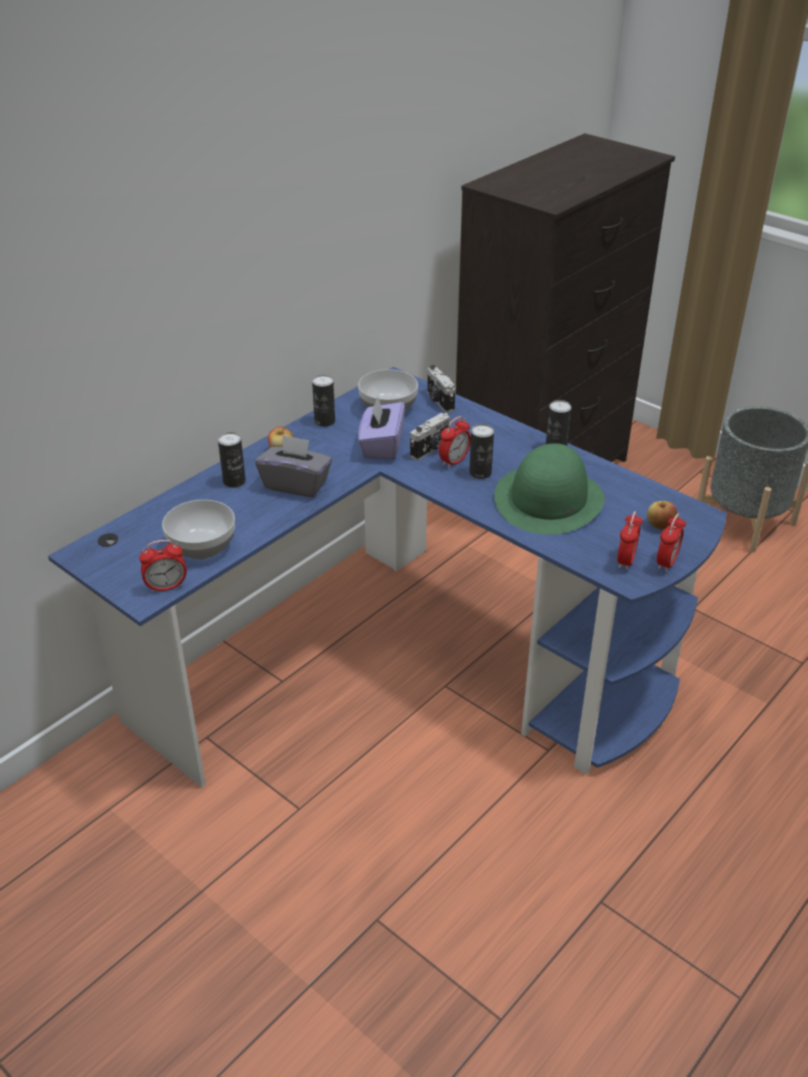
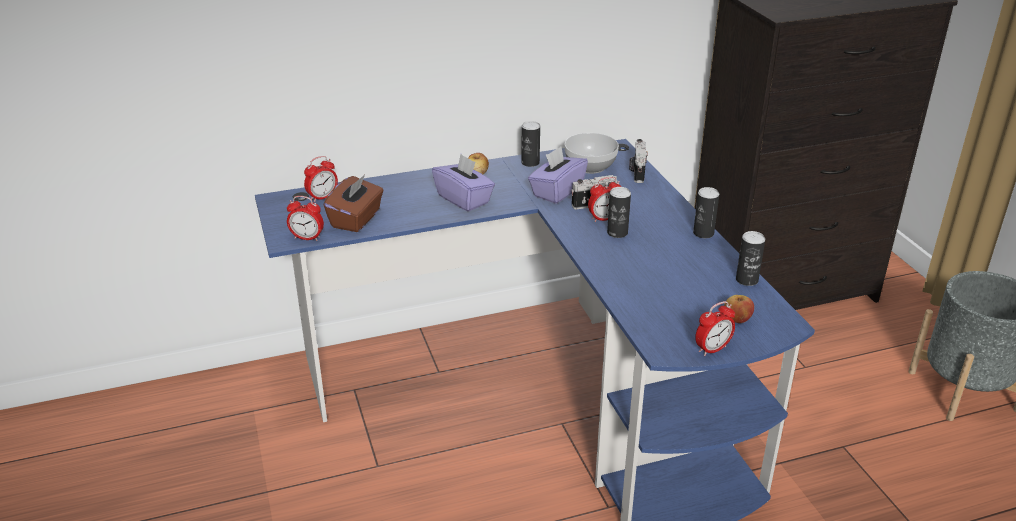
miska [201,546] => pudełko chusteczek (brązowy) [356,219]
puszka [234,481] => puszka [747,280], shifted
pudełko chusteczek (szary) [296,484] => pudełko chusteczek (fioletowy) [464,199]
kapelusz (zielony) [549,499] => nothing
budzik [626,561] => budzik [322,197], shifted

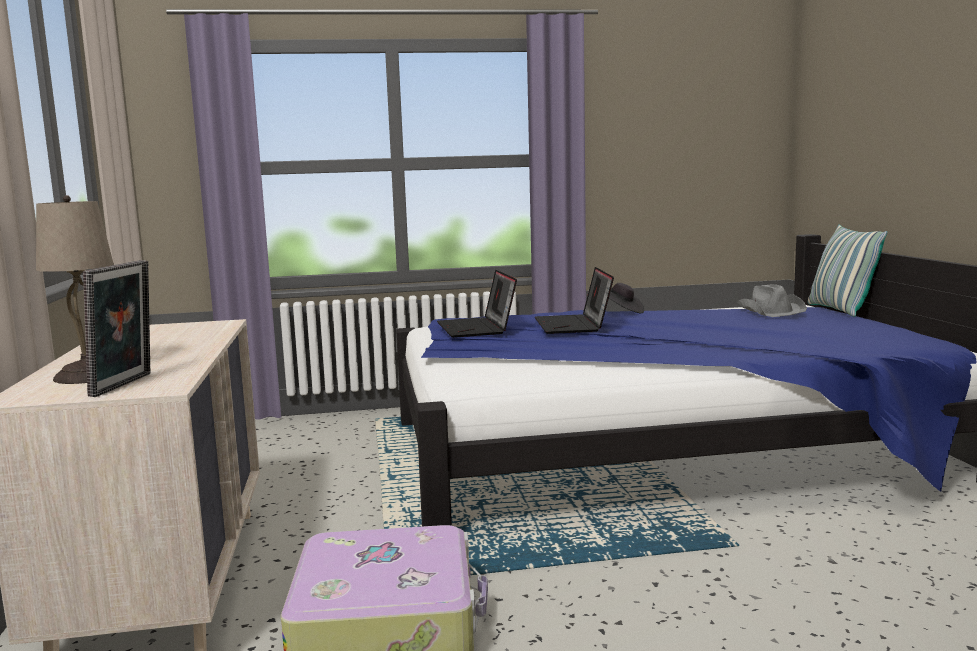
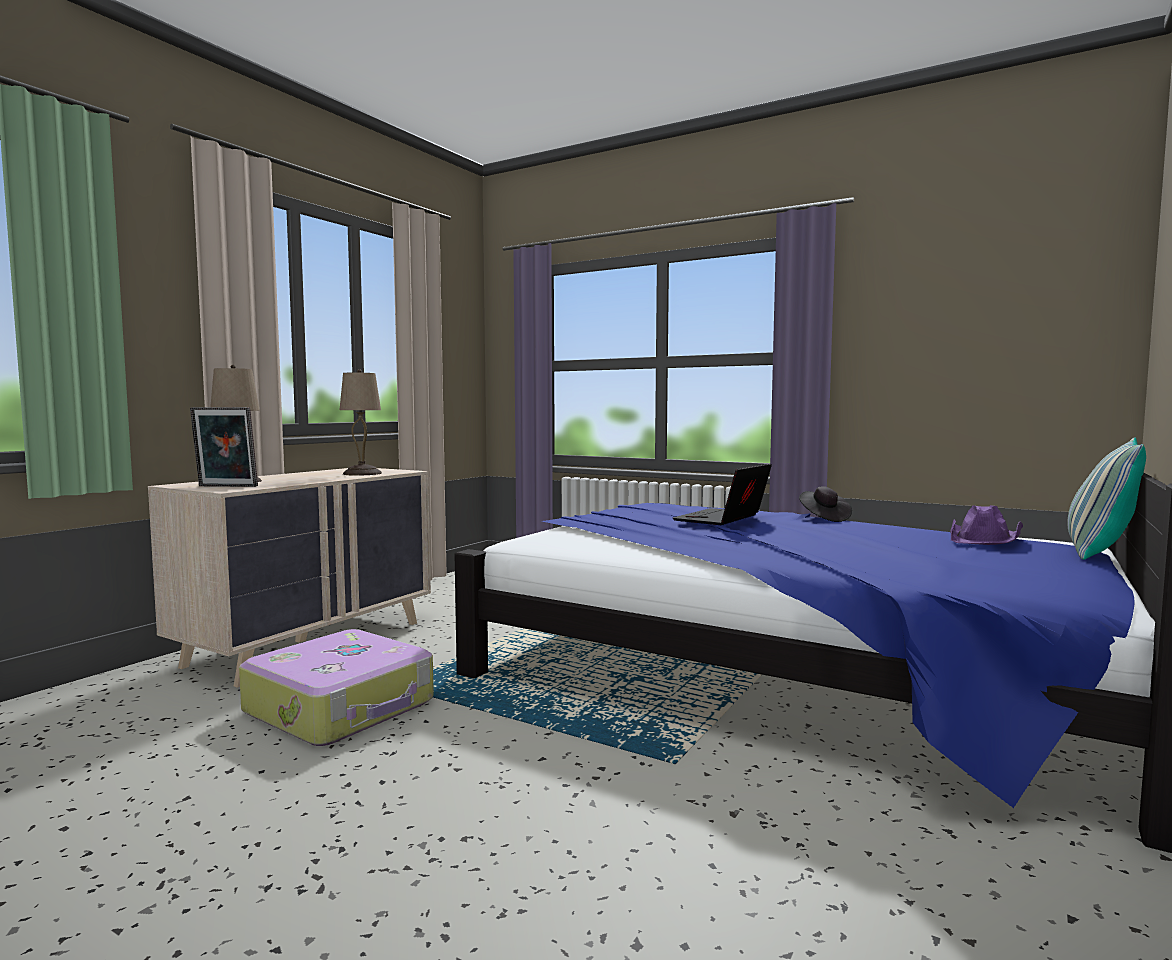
ramka na zdjęcie [126,385] => ramka na zdjęcie [226,486], 45 degrees clockwise
laptop [477,328] => nothing
kapelusz (szary) [771,311] => kapelusz (fioletowy) [985,539]
nothing => lampa stołowa (beżowy) [362,473]

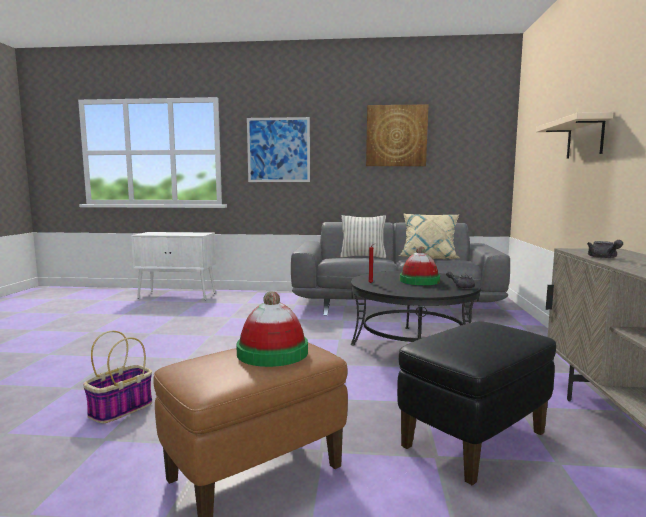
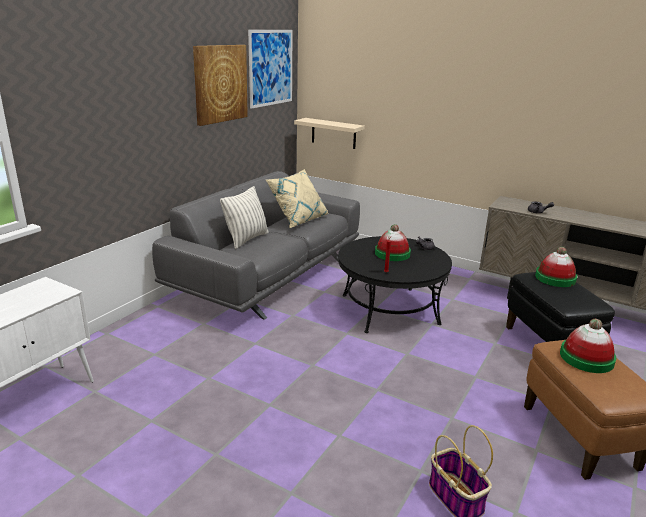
obraz [278,150] => obraz [271,68], shifted
półka (beżowy) [585,138] => półka (beżowy) [333,133], shifted
nothing => kapelusz [555,278]

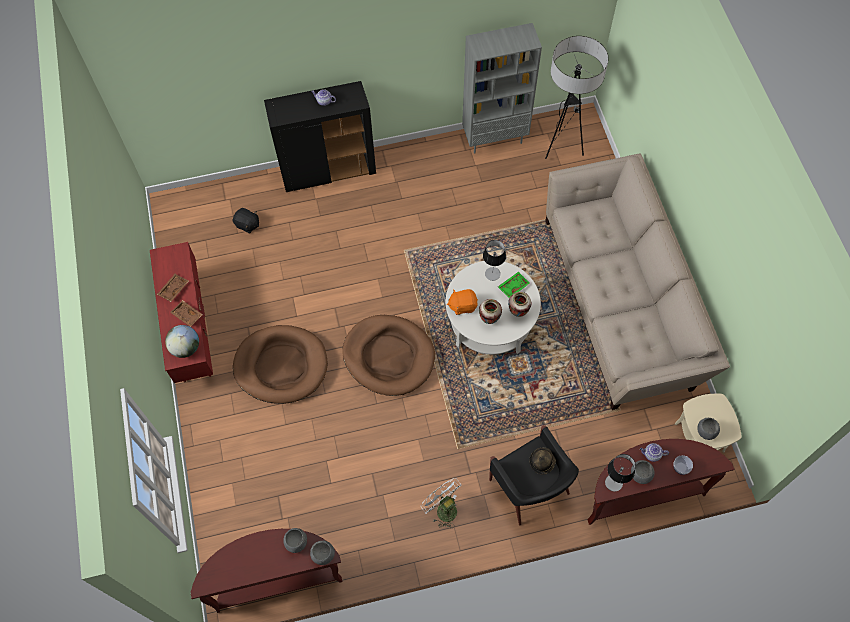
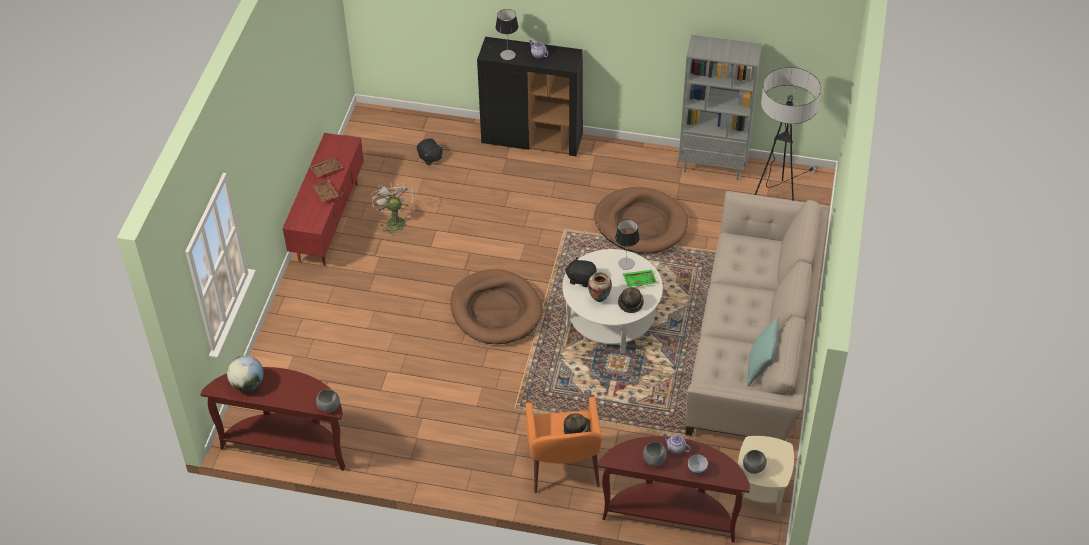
globus [186,348] => globus [248,384], shifted
legowisko (brązowy) [281,366] => legowisko (brązowy) [641,224], shifted
miska (szary) [296,542] => nothing
wentylator (biały) [443,508] => wentylator (biały) [394,221], shifted
pluszak (pomarańczowy) [462,305] => pluszak (czarny) [581,279]
fotel (czarny) [530,488] => fotel (pomarańczowy) [563,467]
wazon [518,312] => kapelusz [630,303]
lampa stołowa [613,482] => lampa stołowa [507,55], shifted
nothing => poduszka (turkusowy) [760,367]

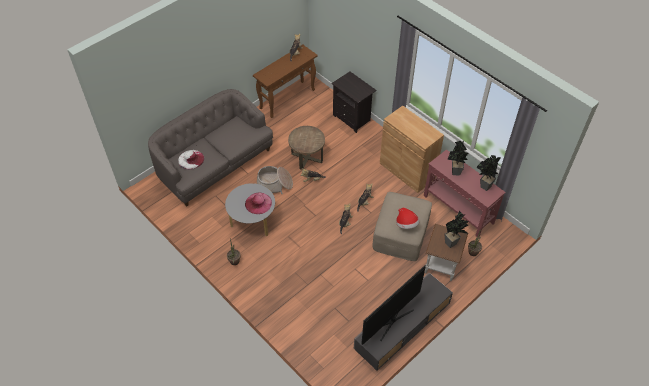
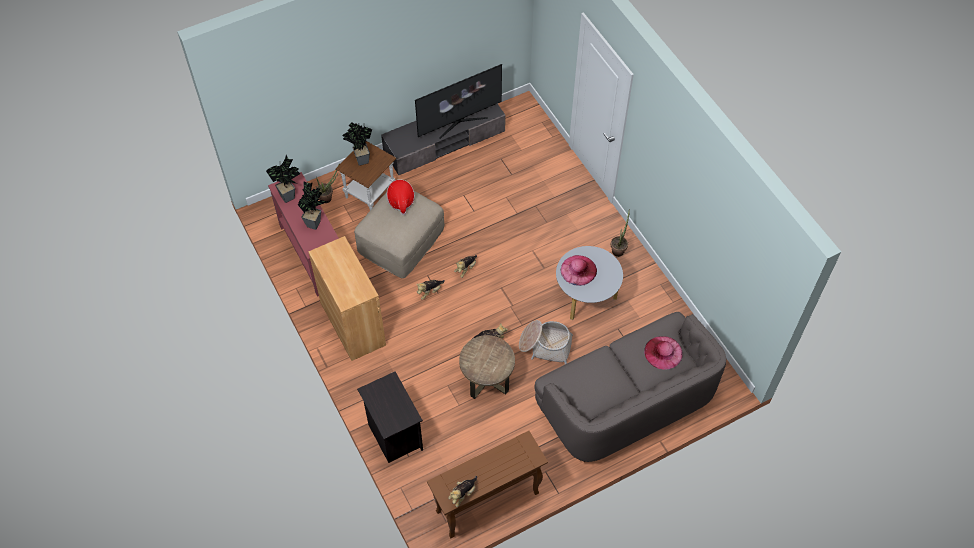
kapelusz (biały) [191,159] => kapelusz (różowy) [663,352]

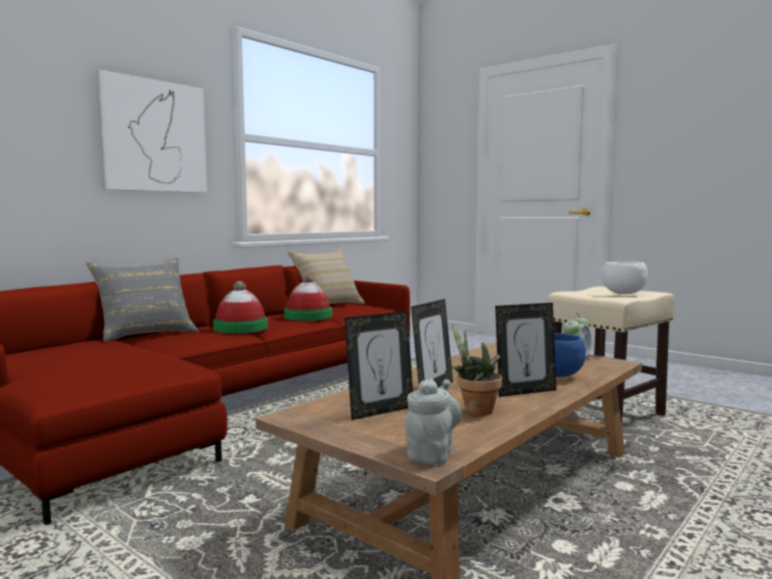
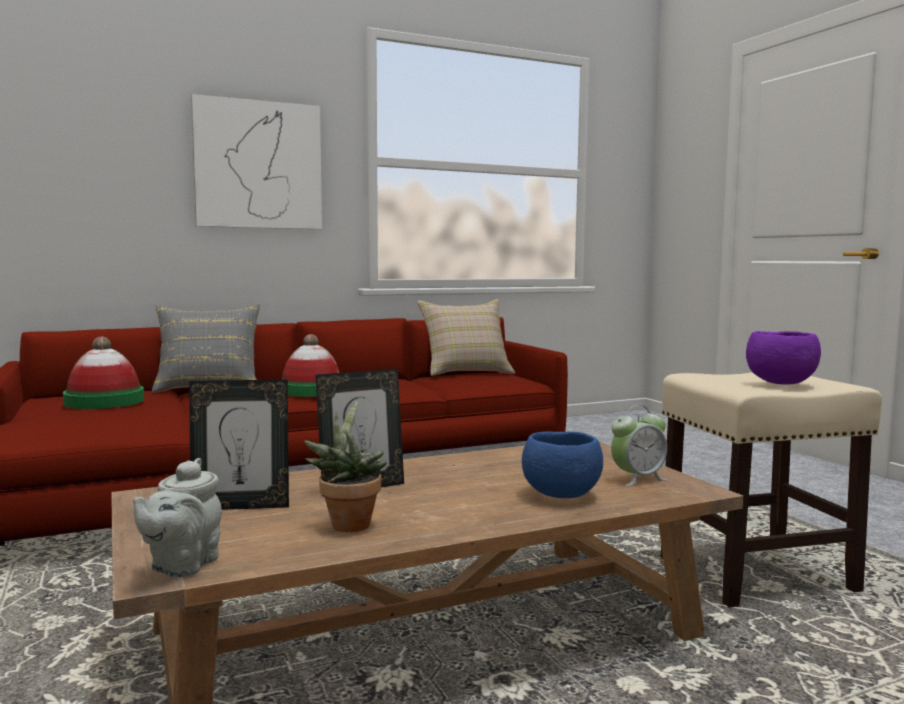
kapelusz [308,316] => kapelusz [104,401], shifted
imbryk (szary) [431,453] => imbryk (szary) [181,566], 150 degrees clockwise
ramka na zdjęcie [525,392] => nothing
miska (biały) [623,294] => miska (fioletowy) [780,383]

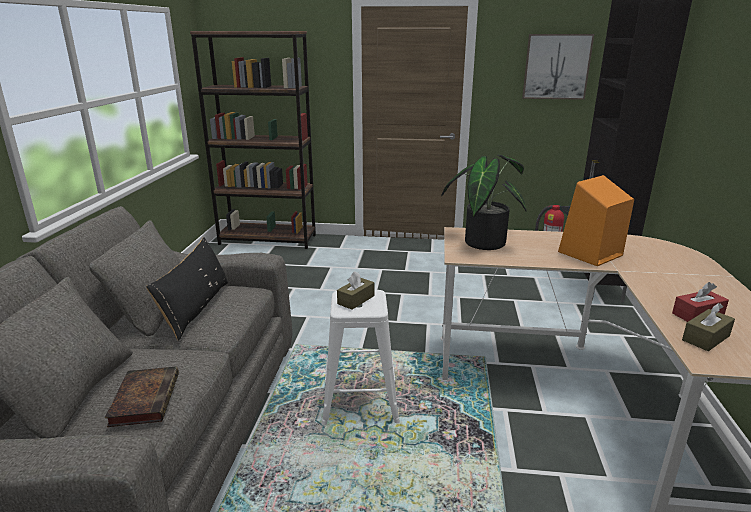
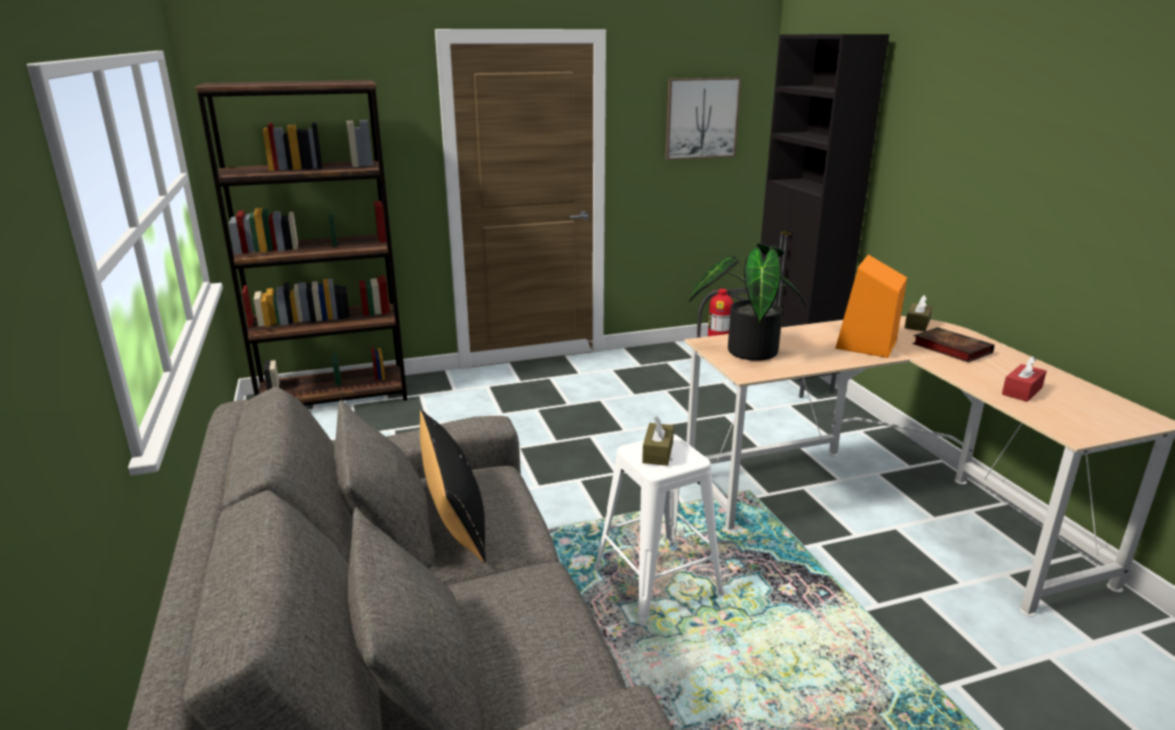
książka [145,398] => książka [949,348], shifted
pudełko chusteczek (brązowy) [705,338] => pudełko chusteczek (brązowy) [917,324], shifted

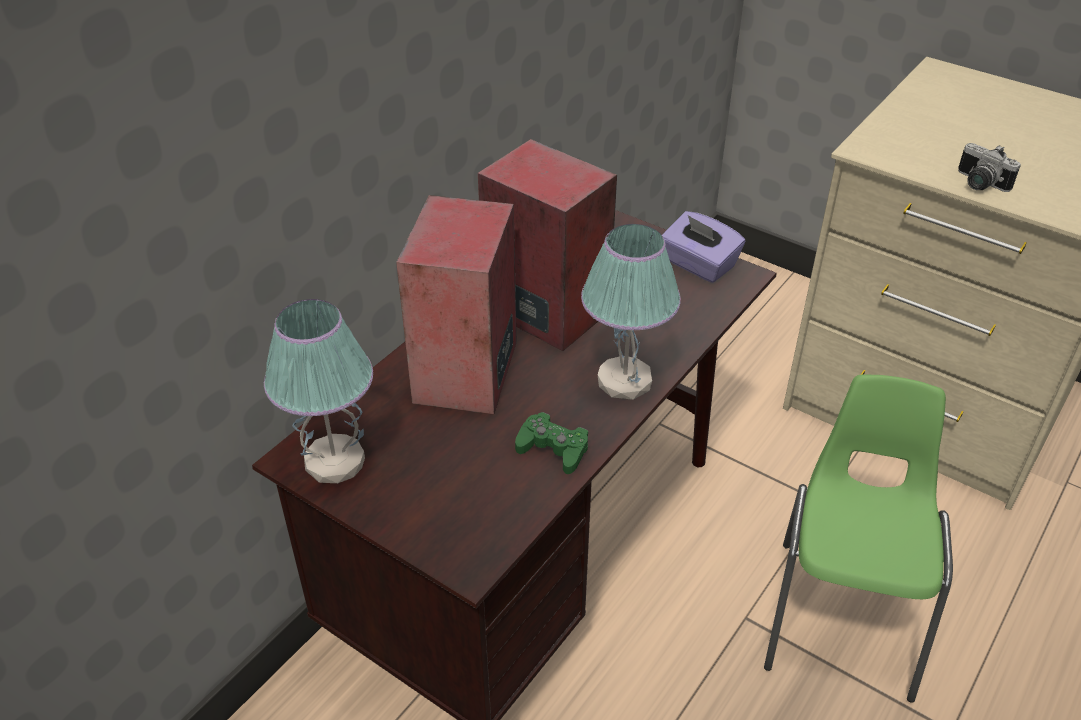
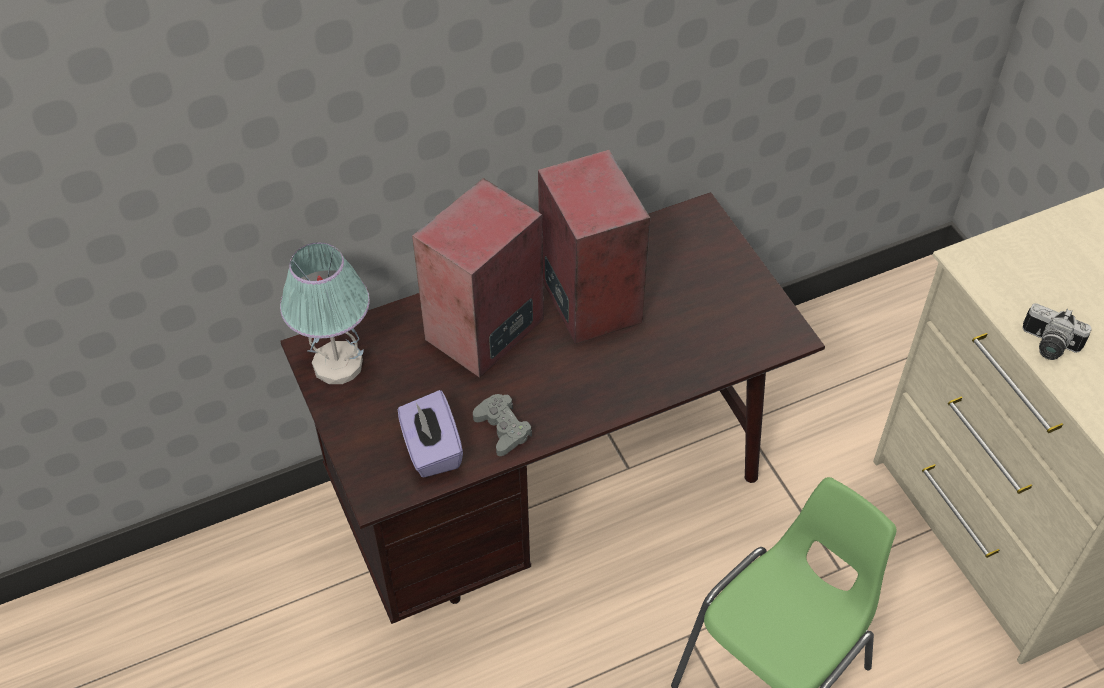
pad do gier (zielony) [553,448] => pad do gier (szary) [502,428]
lampa stołowa [625,381] => nothing
pudełko chusteczek (fioletowy) [698,265] => pudełko chusteczek (fioletowy) [431,449], shifted
aparat fotograficzny [978,184] => aparat fotograficzny [1047,346], 45 degrees counterclockwise

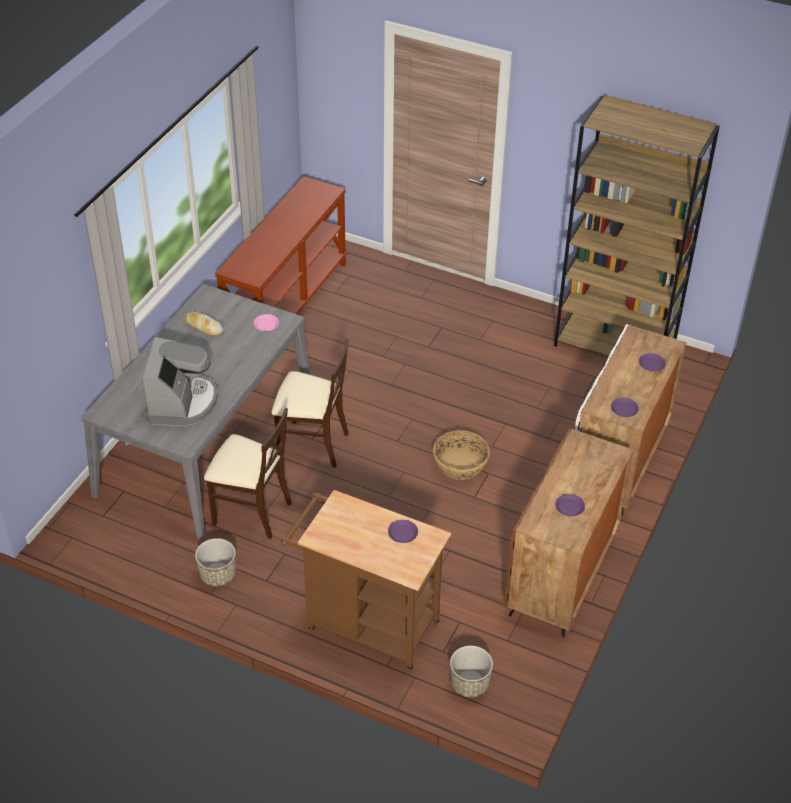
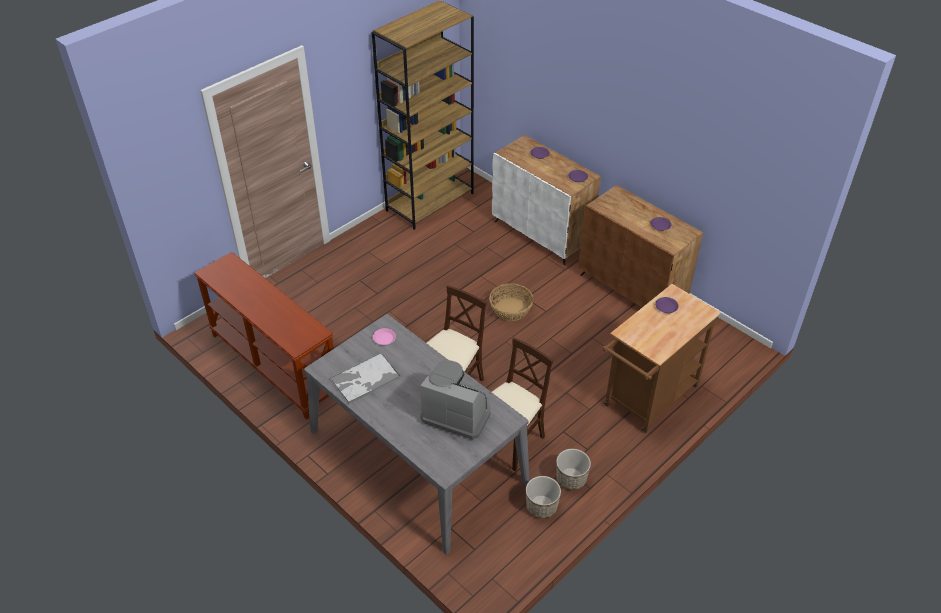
chleb [204,327] => taca [364,379]
donica [469,683] => donica [541,507], shifted

